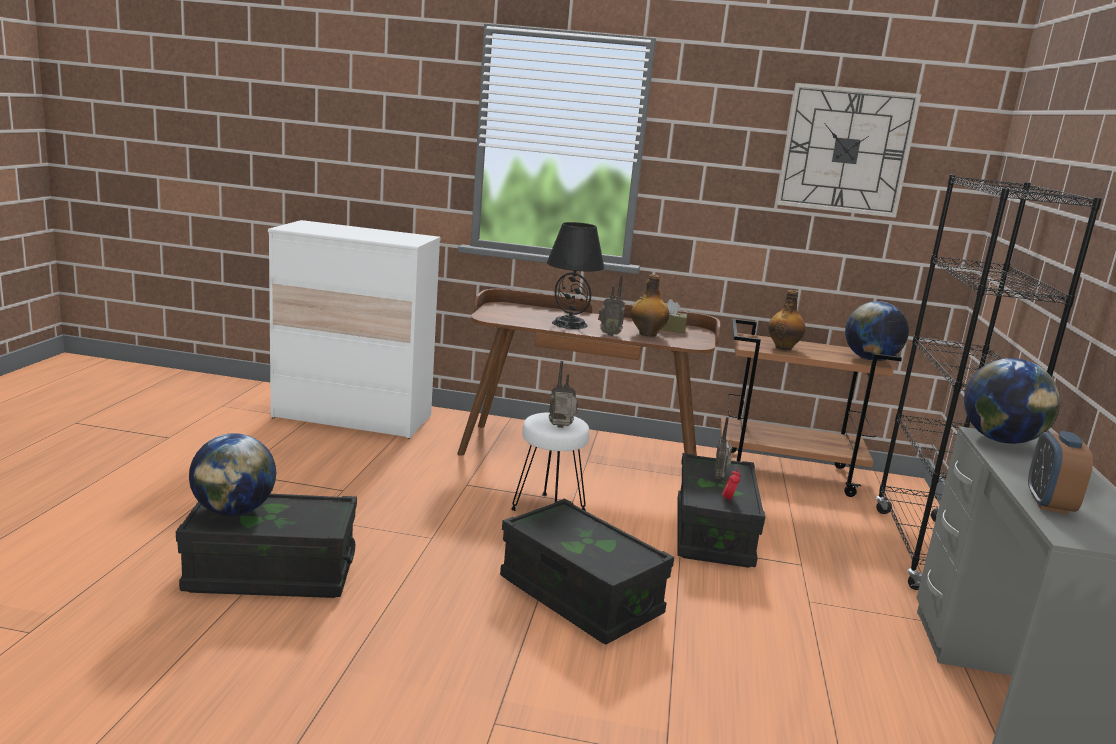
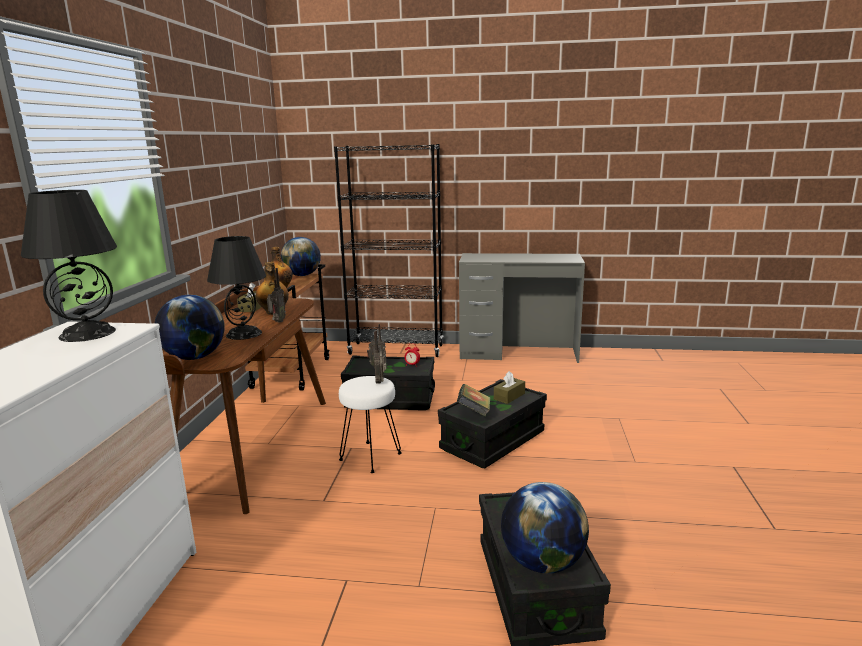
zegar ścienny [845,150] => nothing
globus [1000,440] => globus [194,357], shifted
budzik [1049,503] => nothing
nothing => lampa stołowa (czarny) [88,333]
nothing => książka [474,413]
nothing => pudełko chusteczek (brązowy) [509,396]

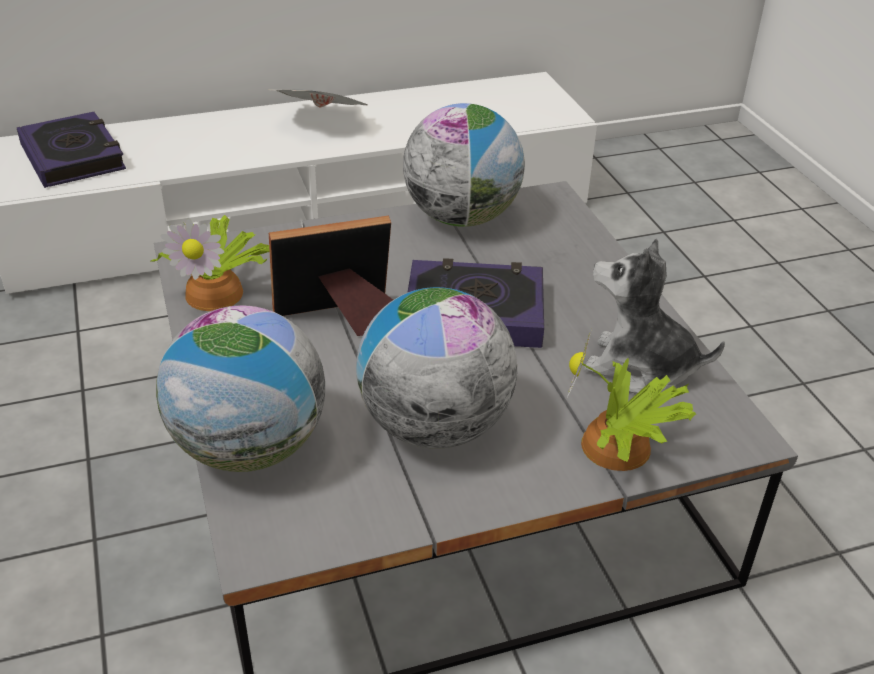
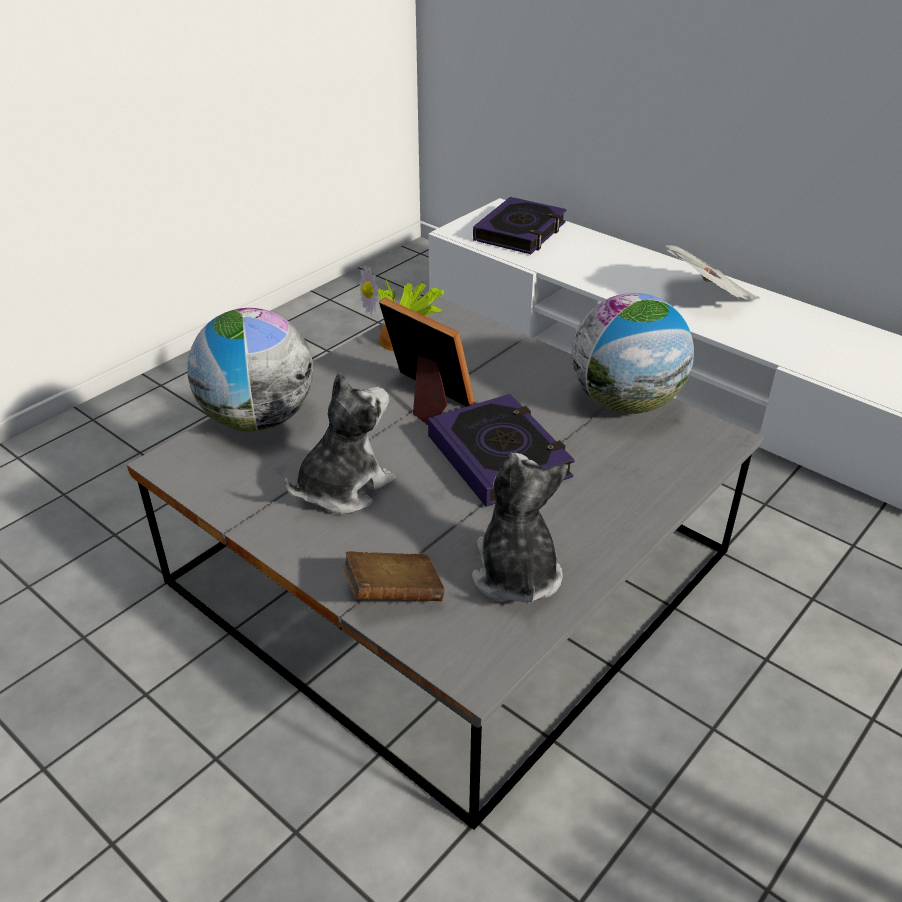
globus [434,426] => pluszak [343,488]
roślina doniczkowa [619,449] => książka (brązowy) [394,594]

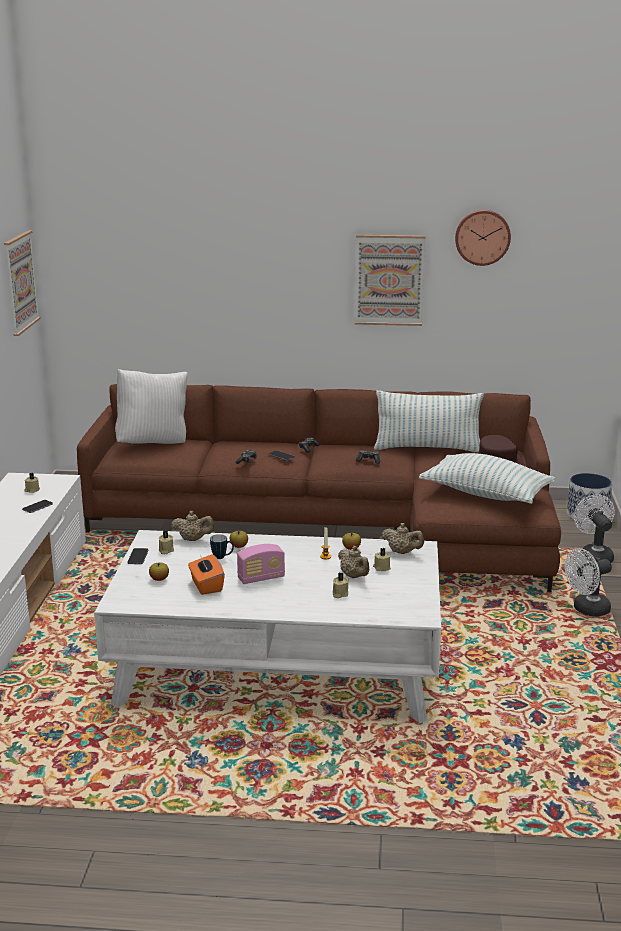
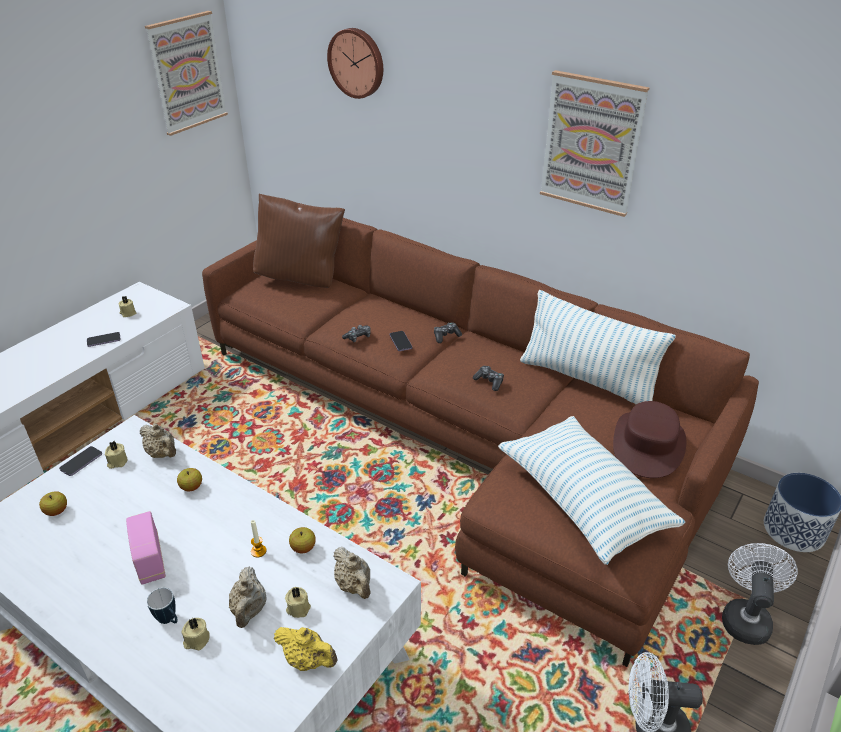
poduszka (biały) [153,442] => poduszka (brązowy) [301,279]
pudełko chusteczek (pomarańczowy) [206,586] => nothing
kubek [222,557] => kubek [169,620], shifted
radio [261,578] => radio [150,560], 60 degrees clockwise
zegar ścienny [482,237] => zegar ścienny [357,62], shifted
nothing => imbryk (żółty) [308,660]

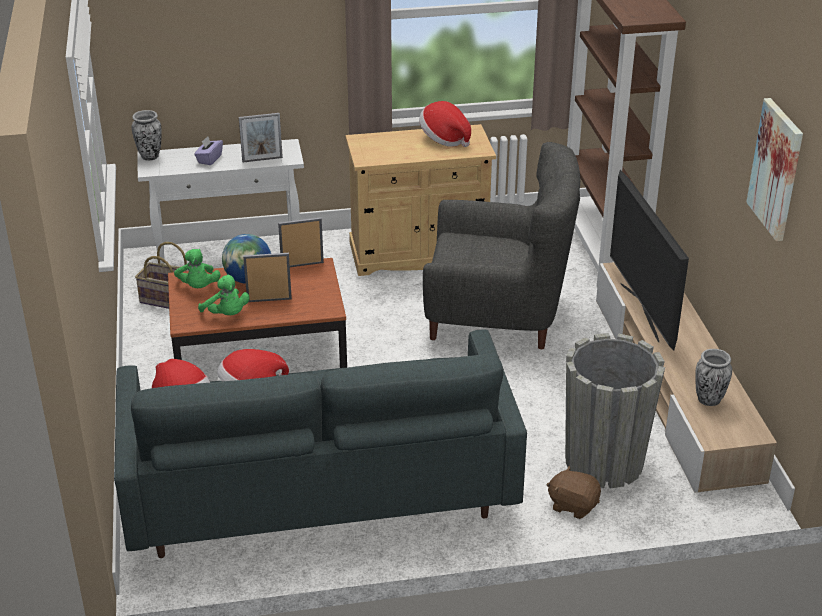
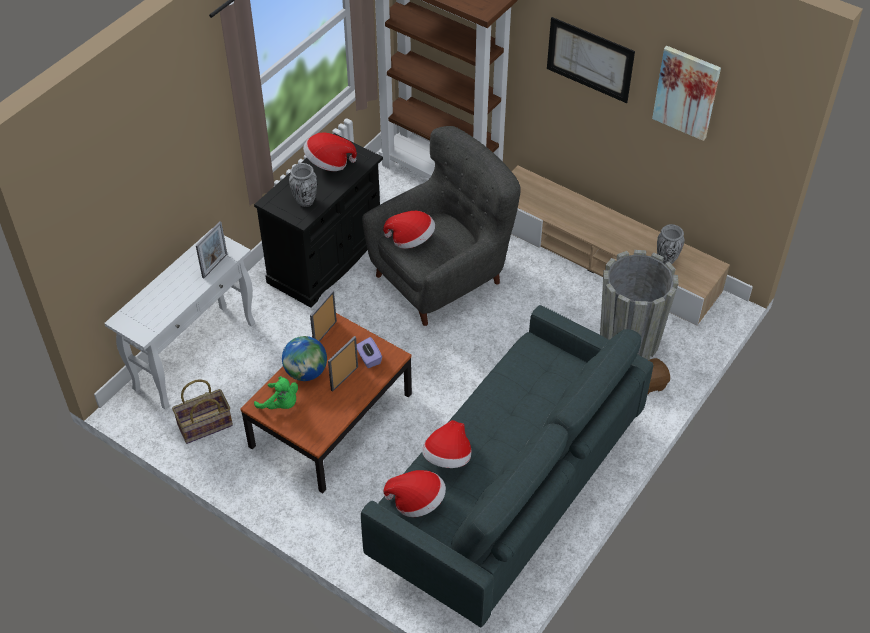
wazon [150,156] => wazon [305,201], shifted
pudełko chusteczek (fioletowy) [209,159] => pudełko chusteczek (fioletowy) [369,358], shifted
pluszak (zielony) [227,314] => nothing
szafka (beżowy) [419,253] => szafka (czarny) [326,259]
telewizor [640,311] => nothing
nothing => kapelusz [411,239]
nothing => obraz [589,59]

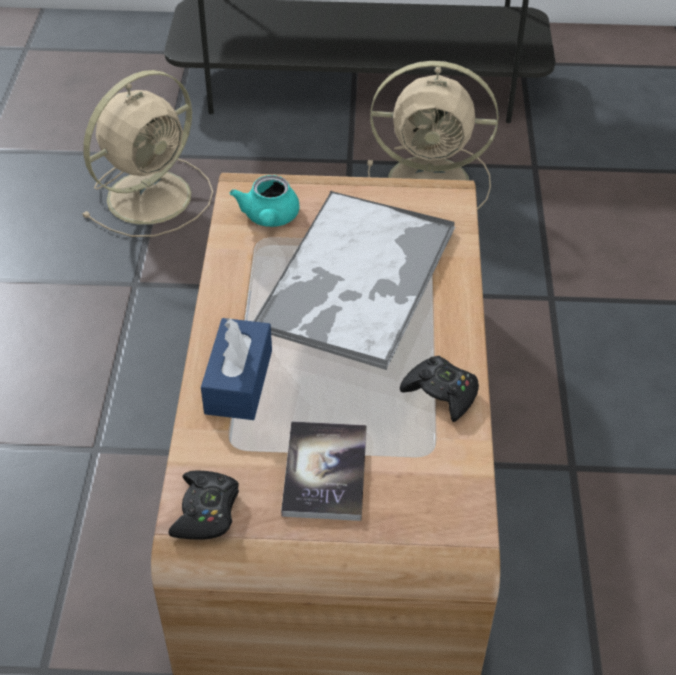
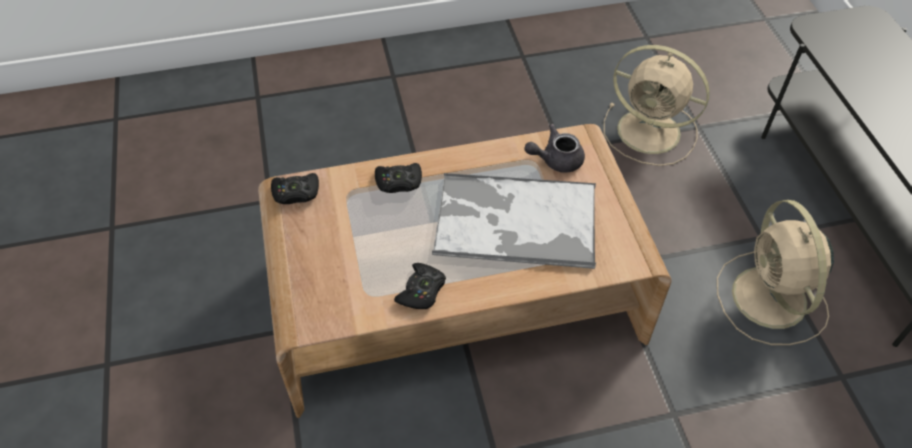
pudełko chusteczek (niebieski) [239,381] => pad do gier (czarny) [399,182]
imbryk (turkusowy) [269,219] => imbryk (szary) [556,160]
książka [325,472] => nothing

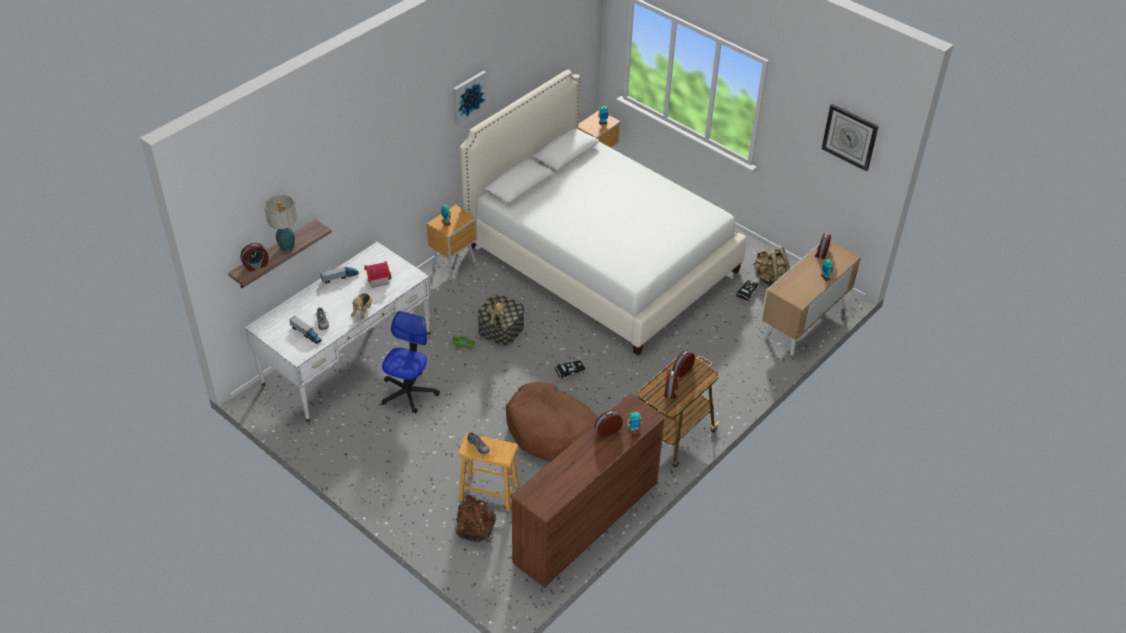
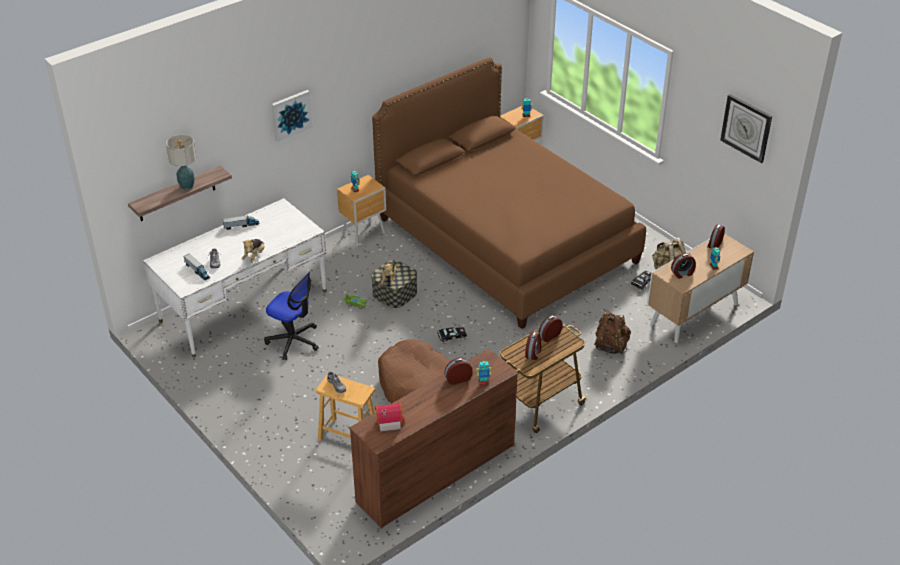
budzik [256,265] => budzik [682,273], shifted
domek [377,279] => domek [388,421], shifted
krzesło biurowe [408,392] => krzesło biurowe [293,341], 90 degrees clockwise
obraz [469,97] => obraz [291,115], shifted
plecak (brązowy) [475,530] => plecak (brązowy) [611,346], shifted
łóżko (biały) [601,258] => łóżko (brązowy) [506,239]

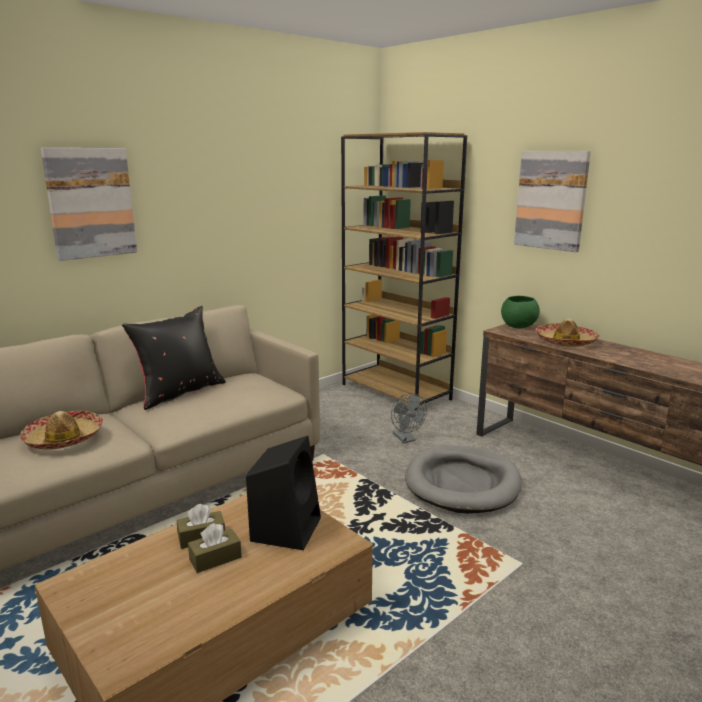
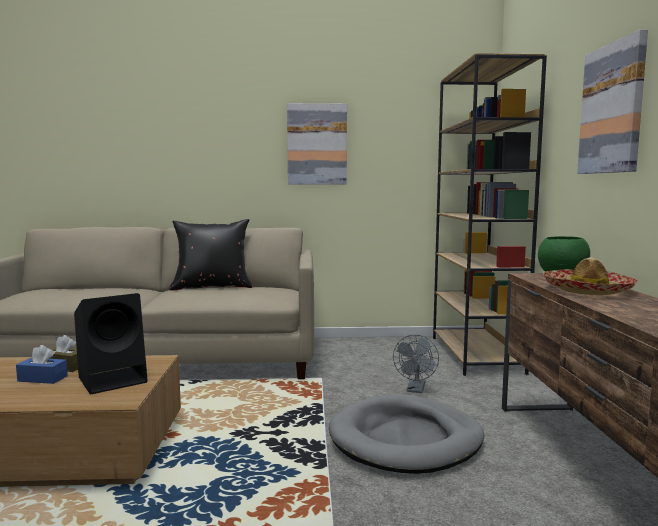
kapelusz [64,438] => nothing
obraz [90,203] => obraz [317,144], shifted
pudełko chusteczek (brązowy) [215,558] => pudełko chusteczek (niebieski) [42,378]

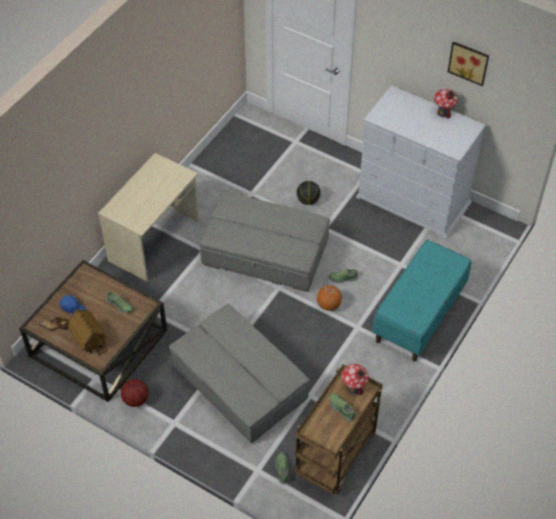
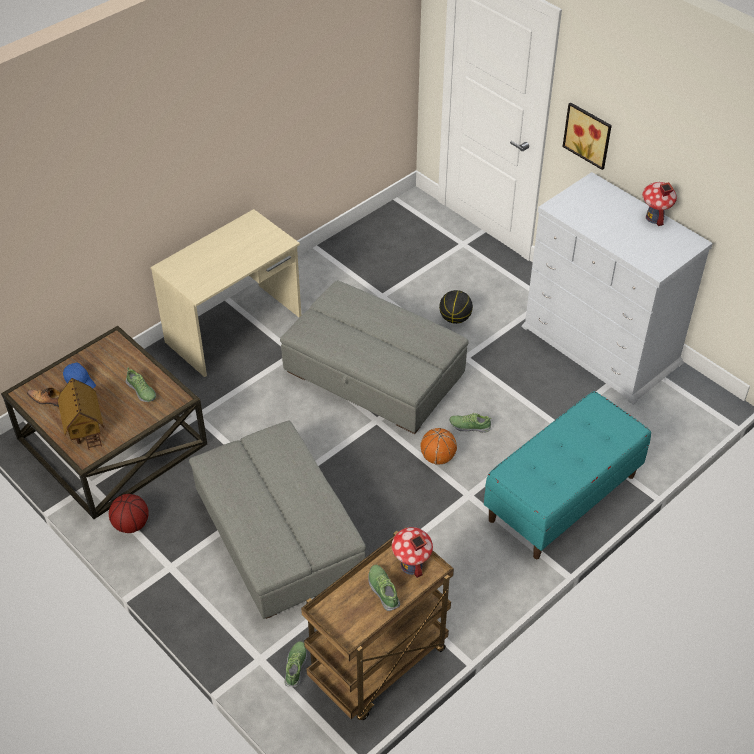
obraz [469,62] => obraz [589,134], shifted

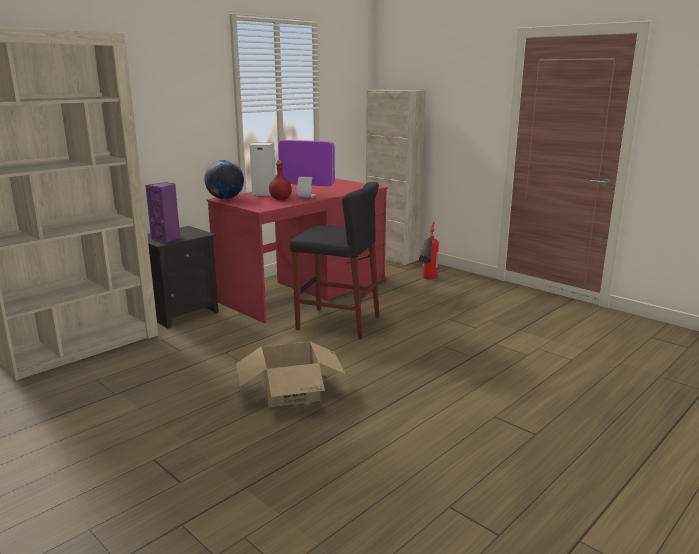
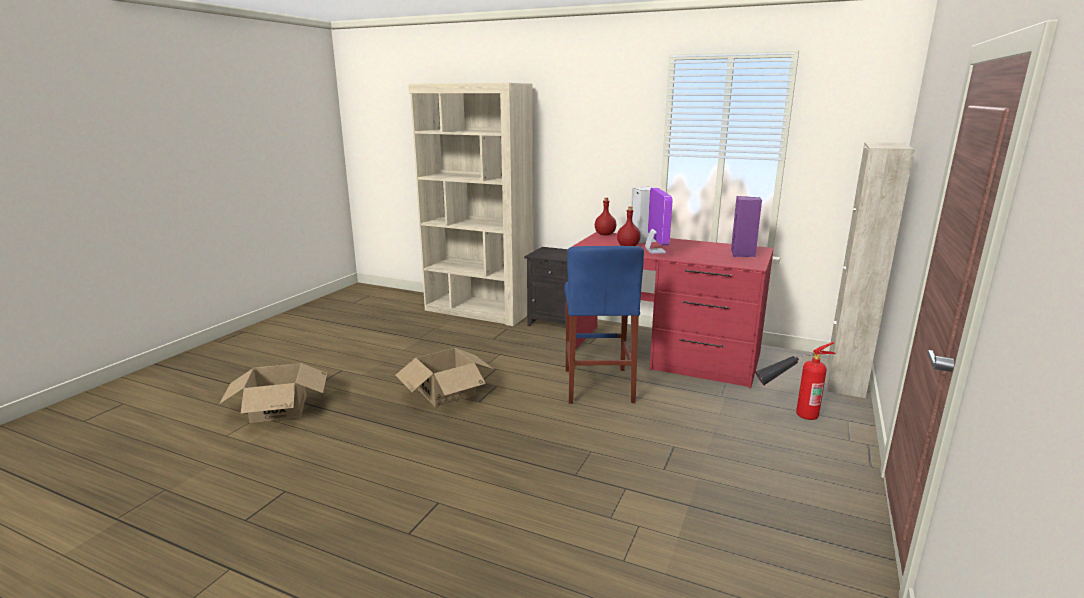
głośnik (fioletowy) [167,239] => głośnik (fioletowy) [742,254], shifted
globus [225,199] => butelka (czerwony) [604,234]
stołek (czarny) [338,323] => stołek (niebieski) [598,385]
nothing => karton [279,408]

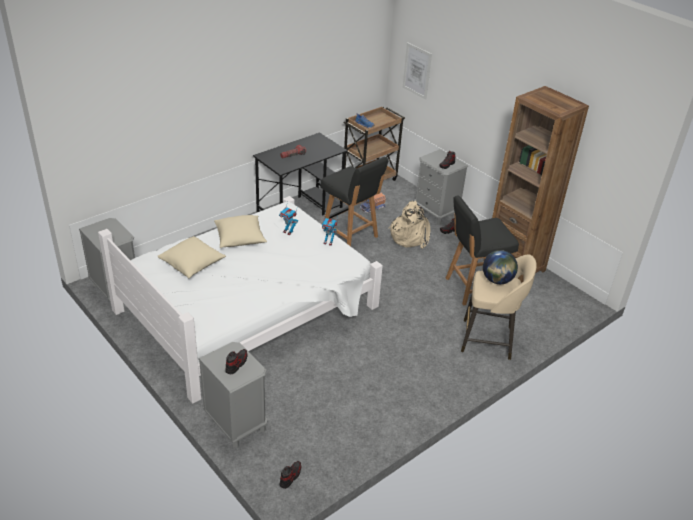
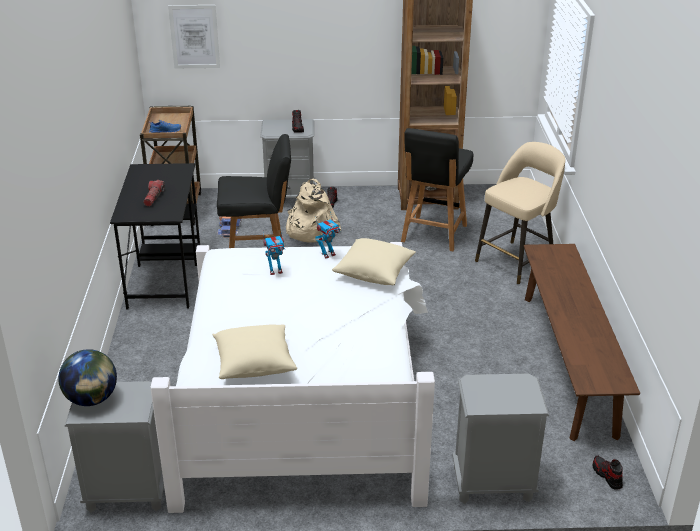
poduszka (beżowy) [240,239] => poduszka (beżowy) [374,273], shifted
but [236,364] => nothing
globus [497,280] => globus [92,399], shifted
nothing => ławka (brązowy) [568,362]

